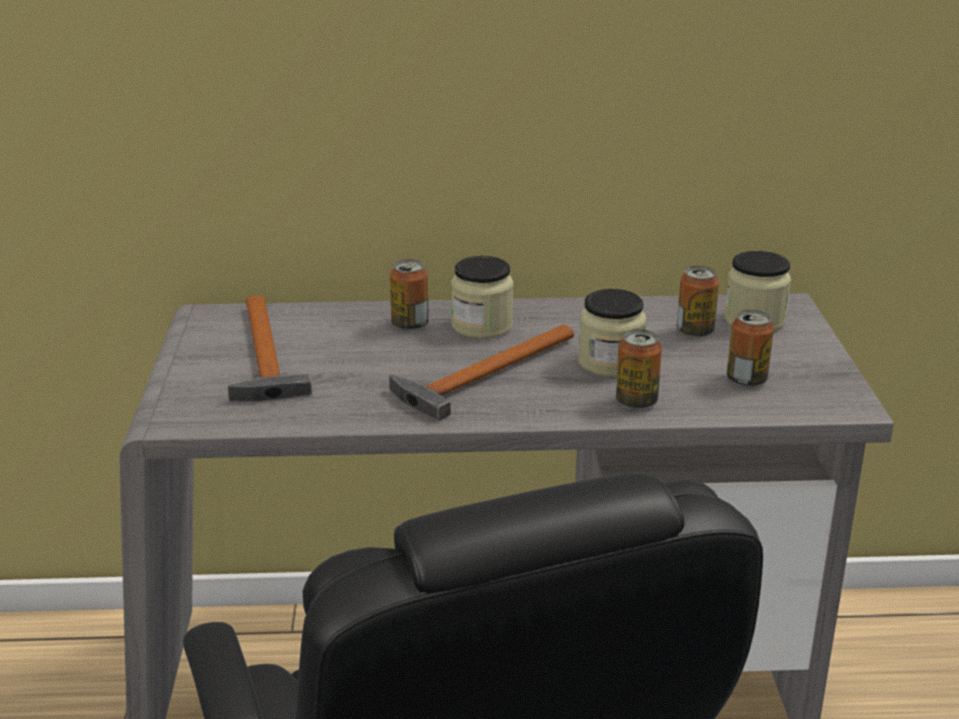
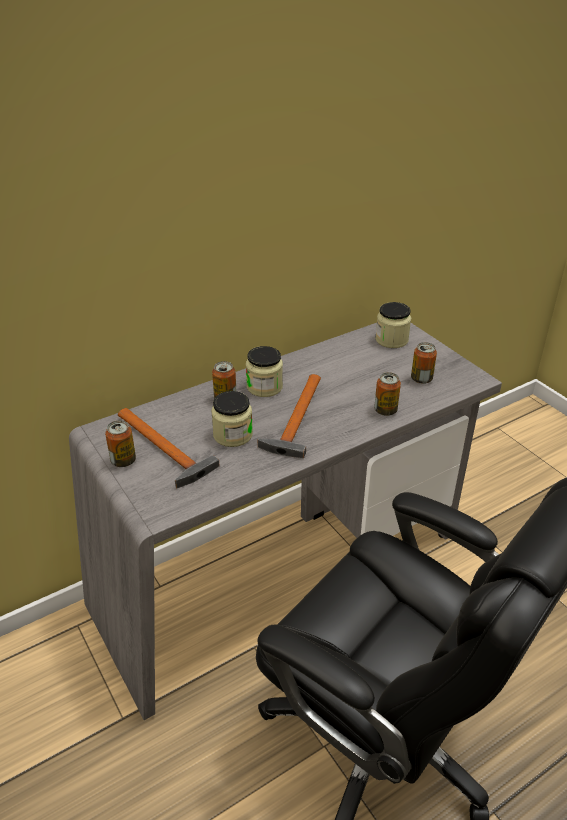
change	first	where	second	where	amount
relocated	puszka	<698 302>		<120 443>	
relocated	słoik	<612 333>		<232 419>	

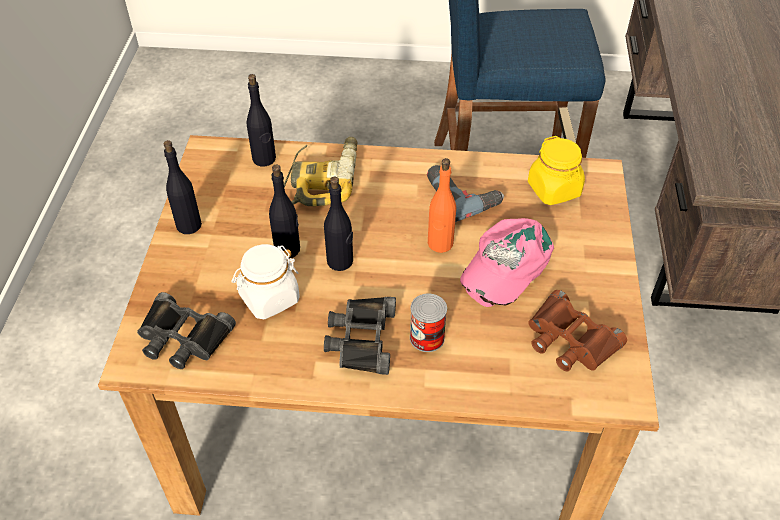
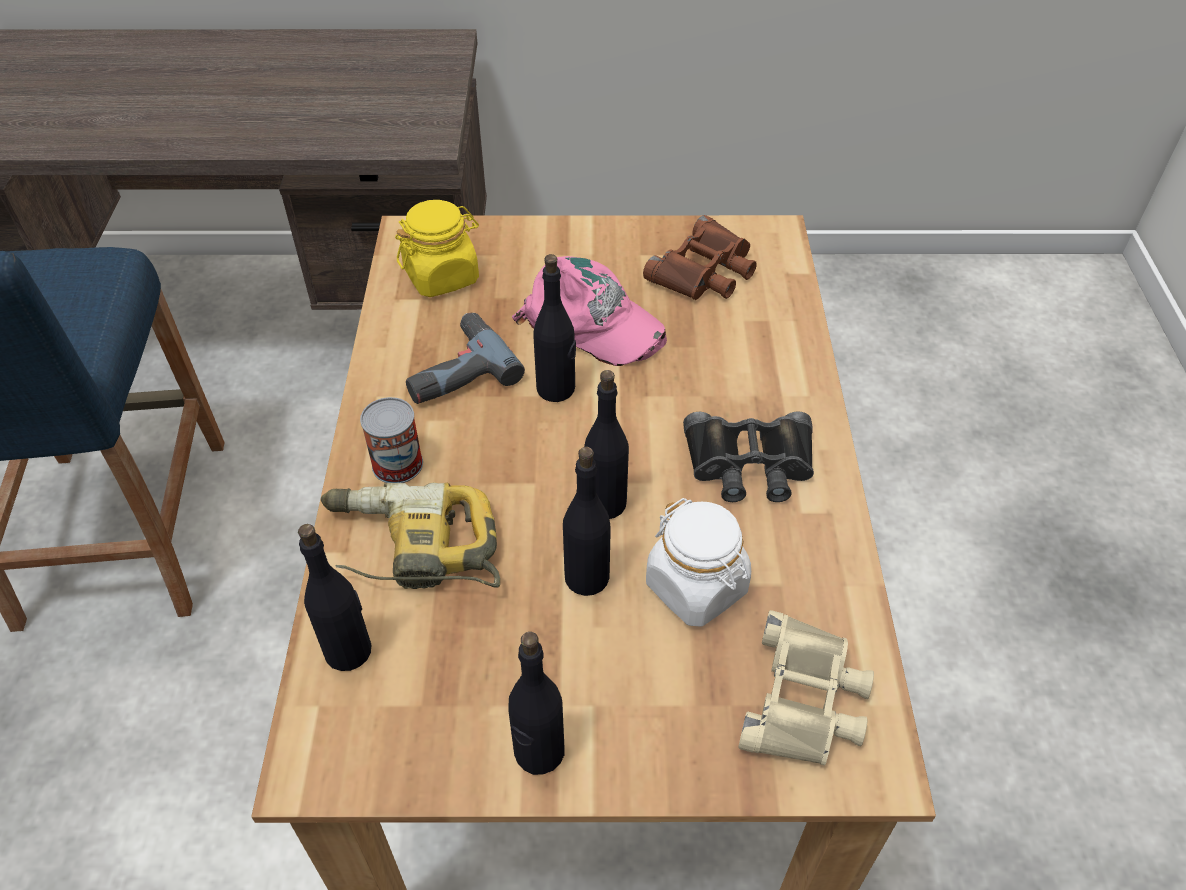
change	first	where	second	where	amount
relocated	puszka	<428 322>		<391 440>	
colour	butelka/pomarańczowy	<442 205>	butelka/czarny	<554 328>	
colour	lornetka/czarny	<186 330>	lornetka/beżowy	<806 688>	

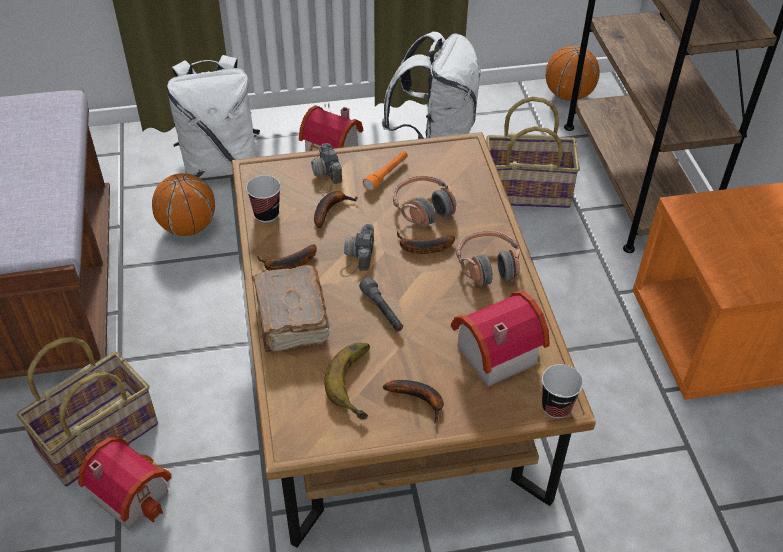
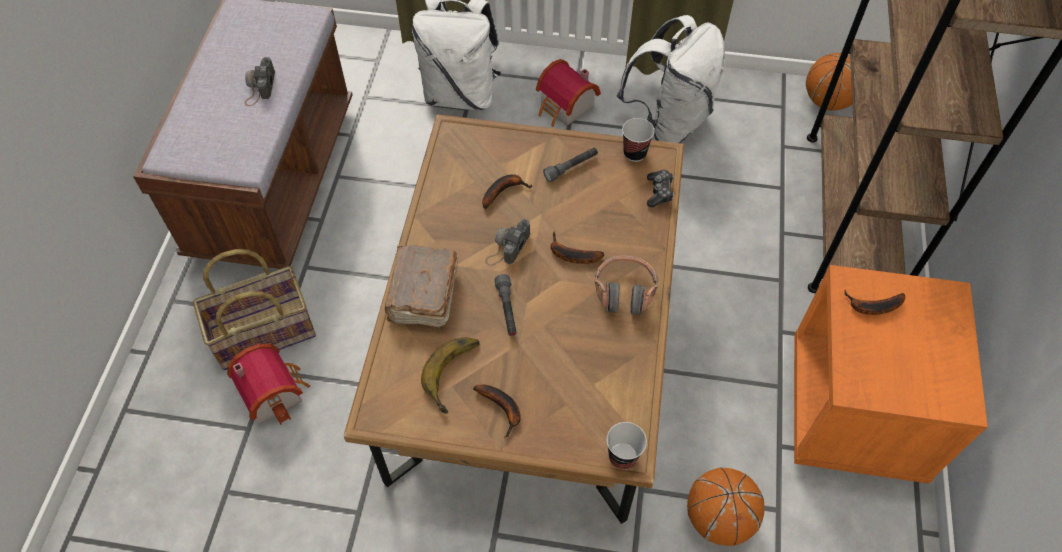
change	first	where	second	where	amount
relocated	aparat fotograficzny	<326 168>		<260 81>	
colour	latarka/pomarańczowy	<385 171>	latarka/szary	<570 164>	
relocated	filiżanka	<263 199>		<638 140>	
appeared			pad do gier	<660 188>	
relocated	piłka do koszykówki	<183 204>		<725 507>	
relocated	banan	<287 257>		<874 302>	
missing	słuchawki	<424 201>			
missing	domek	<500 339>			
missing	koszyk	<533 152>			

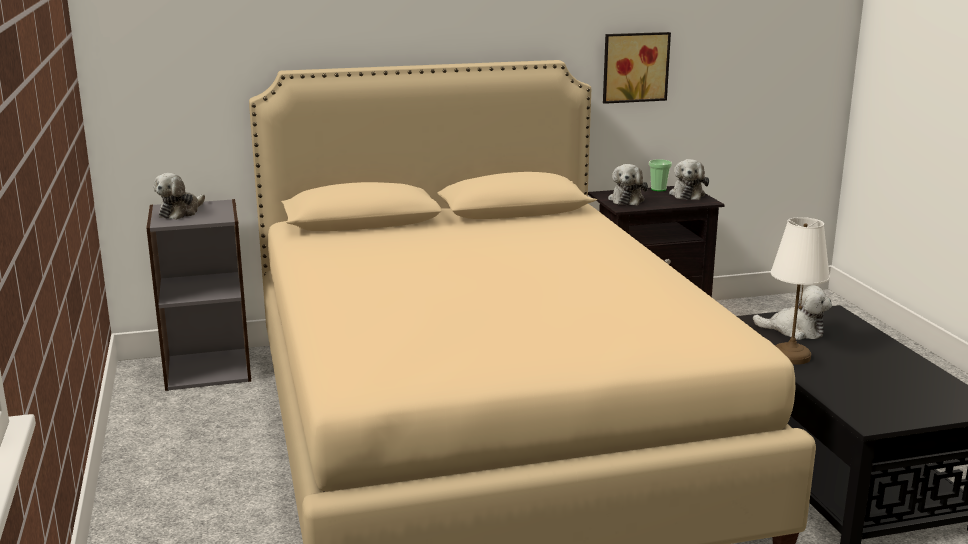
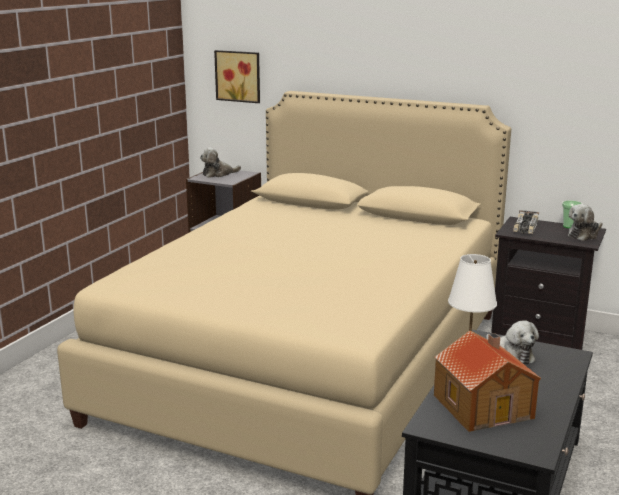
change	first	where	second	where	amount
relocated	obraz	<637 68>		<237 76>	
appeared			domek	<487 381>	
exchanged	pluszak	<628 184>	samochodzik	<526 222>	

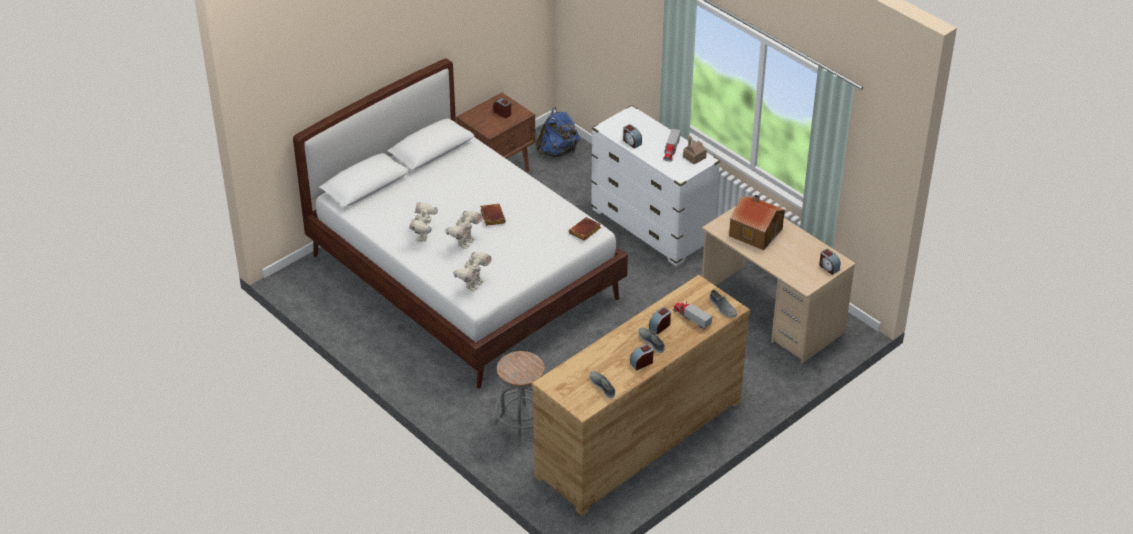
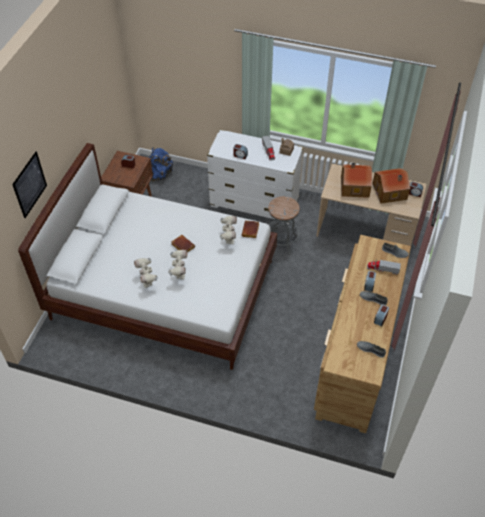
change	first	where	second	where	amount
appeared			obraz	<29 185>	
relocated	robot zabawkowy	<472 272>		<228 230>	
relocated	stołek/szary	<519 398>		<284 225>	
appeared			domek	<392 186>	

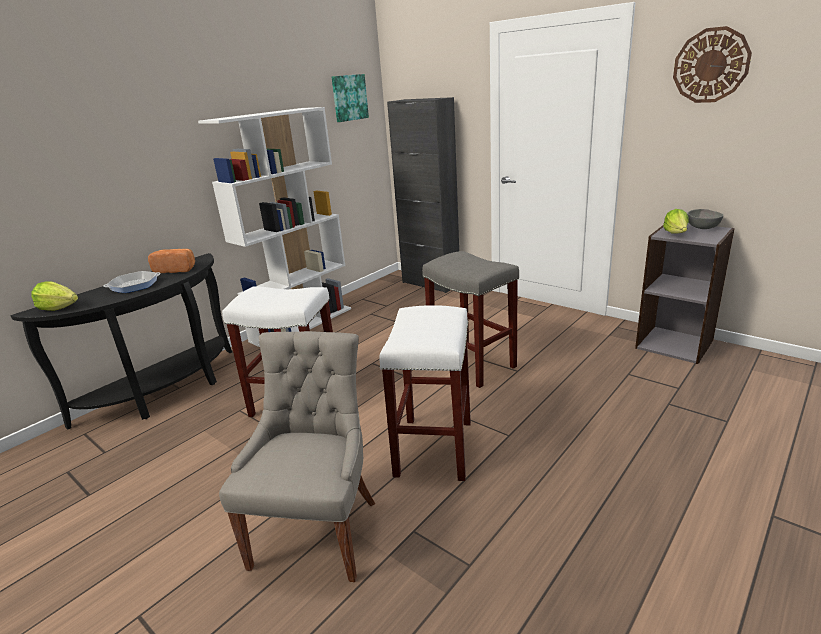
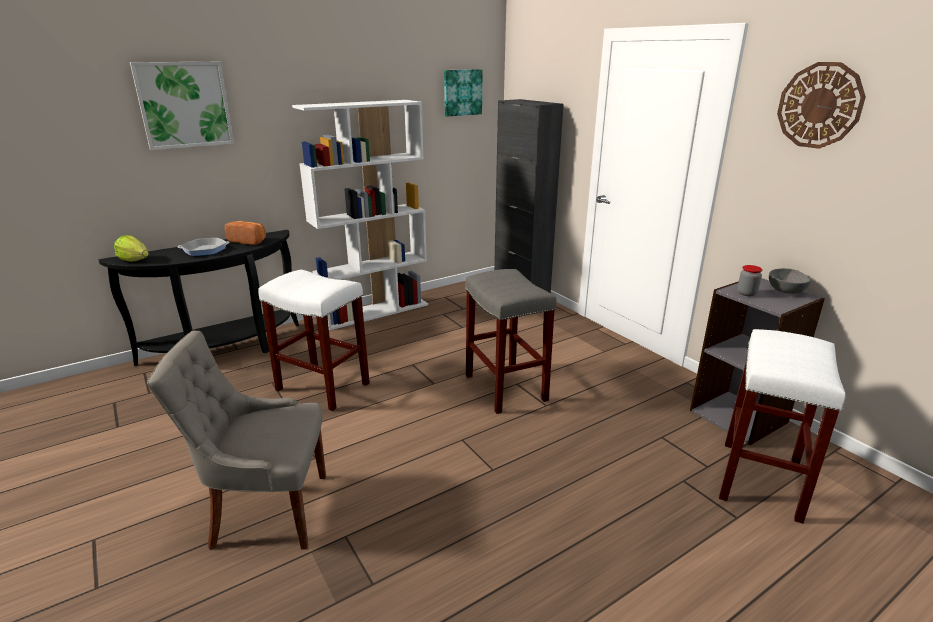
change	first	where	second	where	amount
appeared			obraz	<182 106>	
spun	krzesło/szary	<297 456>		<236 440>	120 degrees counterclockwise
relocated	stołek/biały	<425 393>		<782 426>	
exchanged	sałata	<676 221>	słoik	<749 280>	

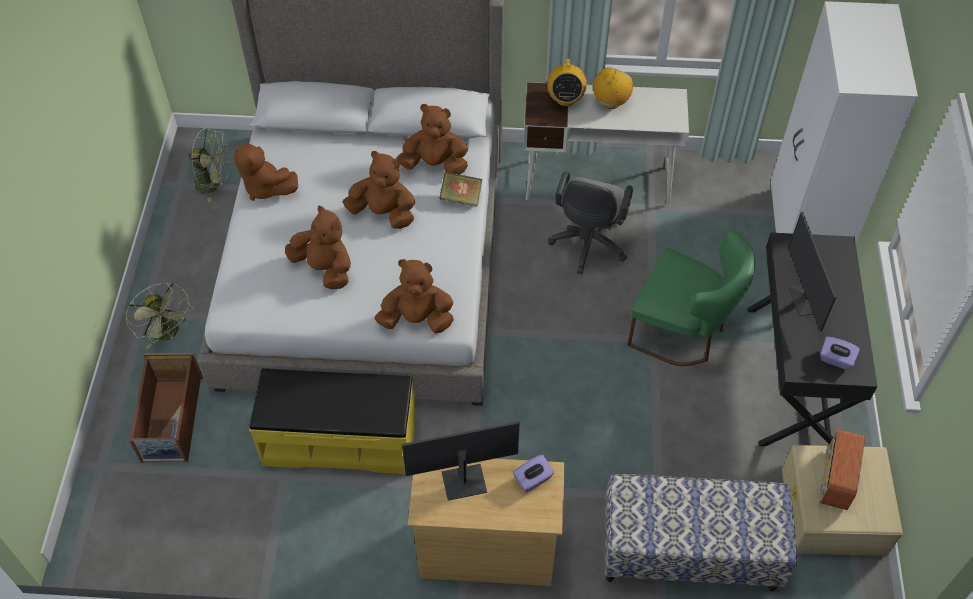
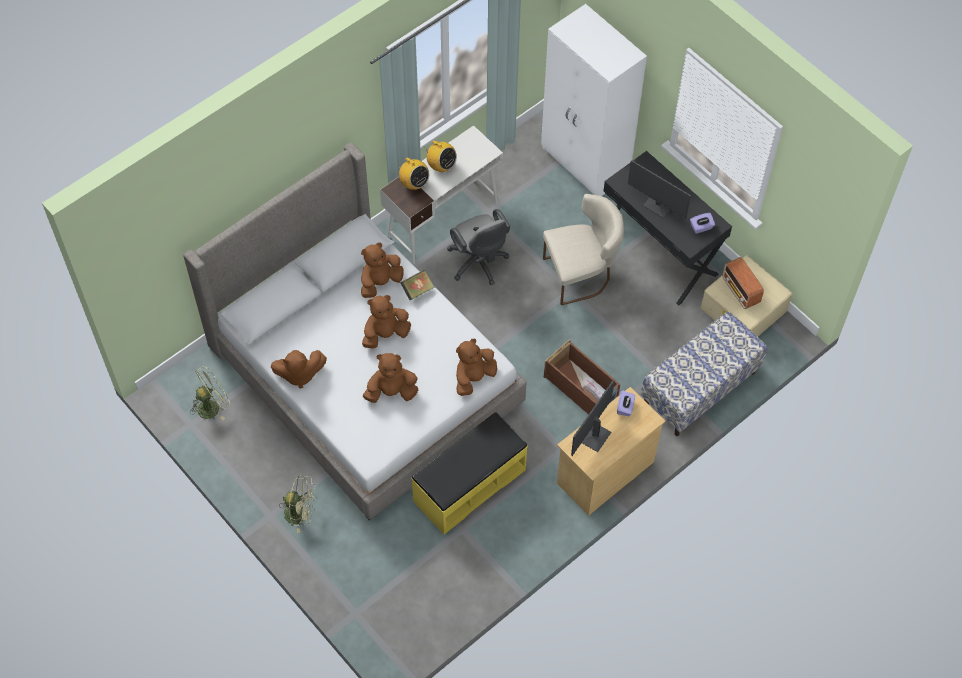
change	first	where	second	where	amount
spun	radio	<613 88>		<441 156>	150 degrees clockwise
colour	krzesło/zielony	<691 297>	krzesło/beżowy	<583 249>	
relocated	pojemnik do przechowywania/brązowy	<166 408>		<582 376>	

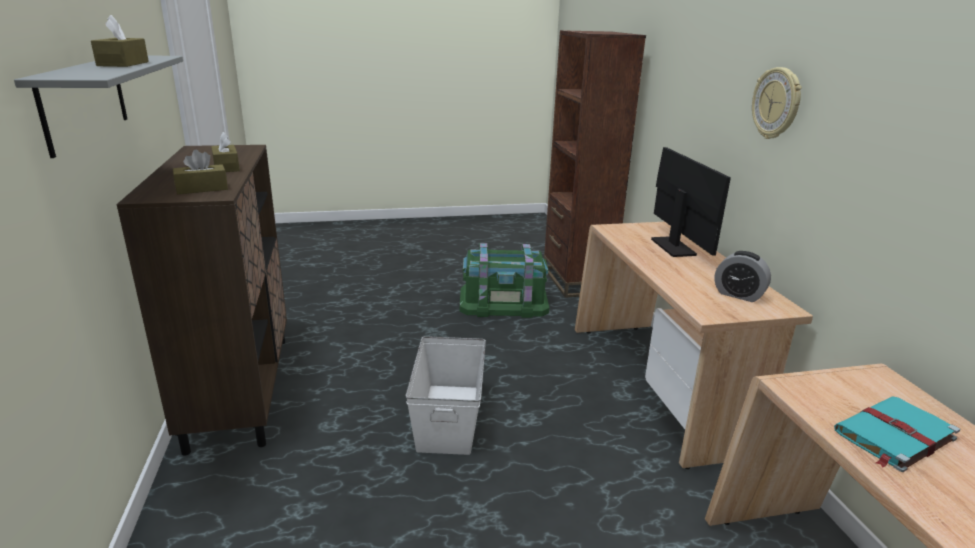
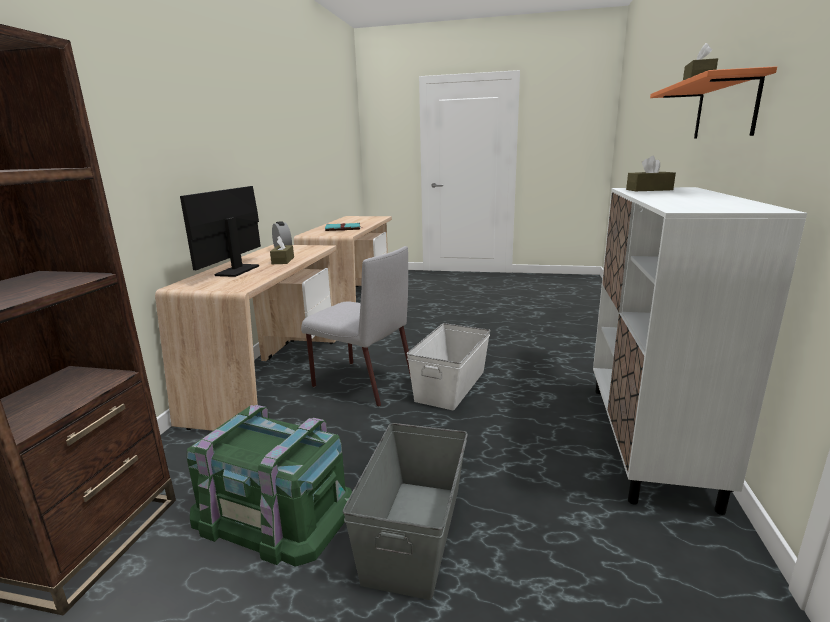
change	first	where	second	where	amount
relocated	pudełko chusteczek/brązowy	<225 152>		<282 250>	
appeared			krzesło/szary	<356 326>	
appeared			pojemnik do przechowywania/szary	<405 511>	
colour	szafka/brązowy	<202 300>	szafka/biały	<700 351>	
colour	półka/szary	<98 106>	półka/pomarańczowy	<713 102>	
missing	zegar ścienny	<777 103>			

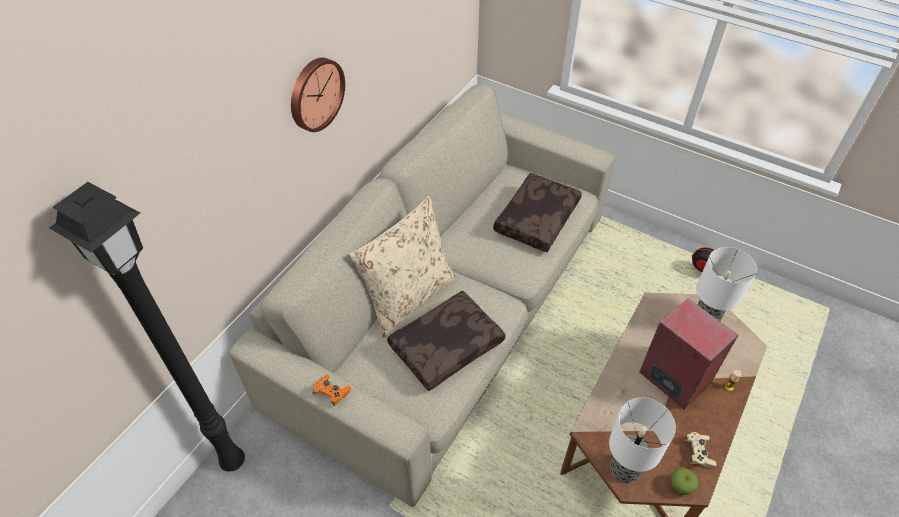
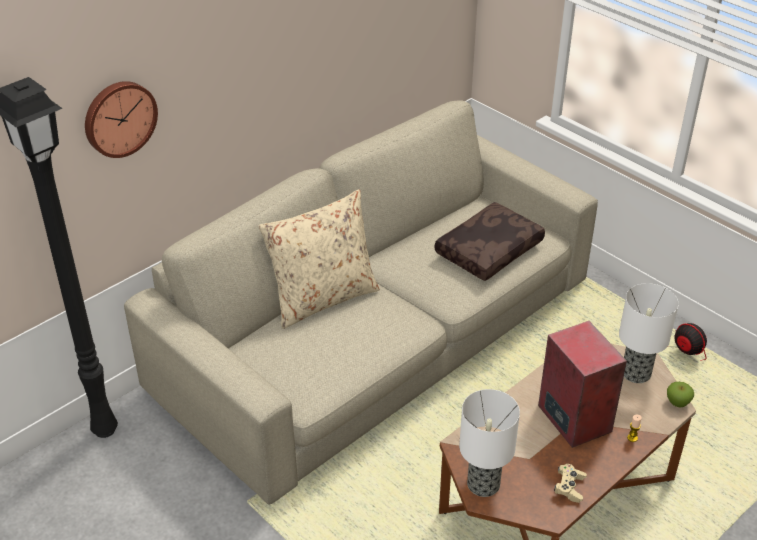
change	first	where	second	where	amount
relocated	zegar ścienny	<318 95>		<121 119>	
relocated	jabłko	<684 481>		<680 394>	
missing	pad do gier/pomarańczowy	<332 390>			
missing	poduszka/brązowy	<446 341>			

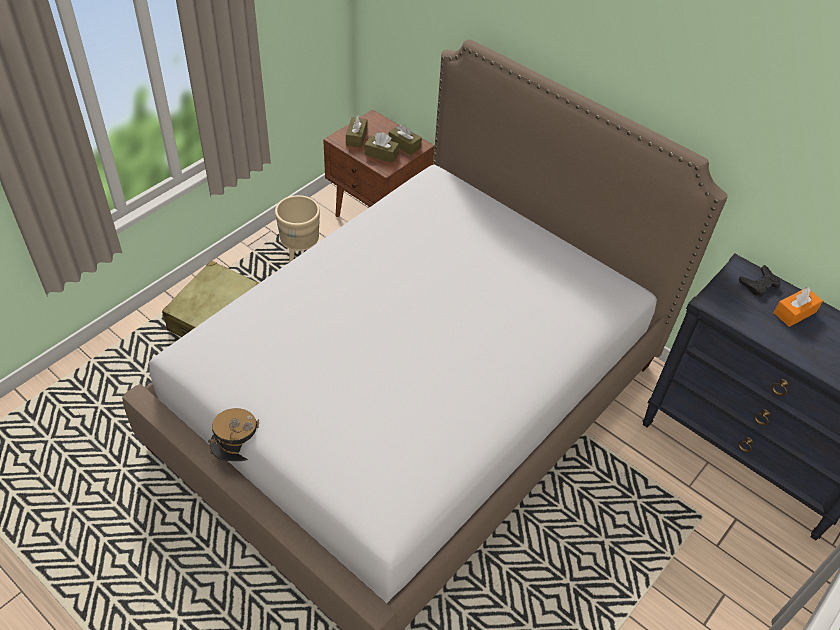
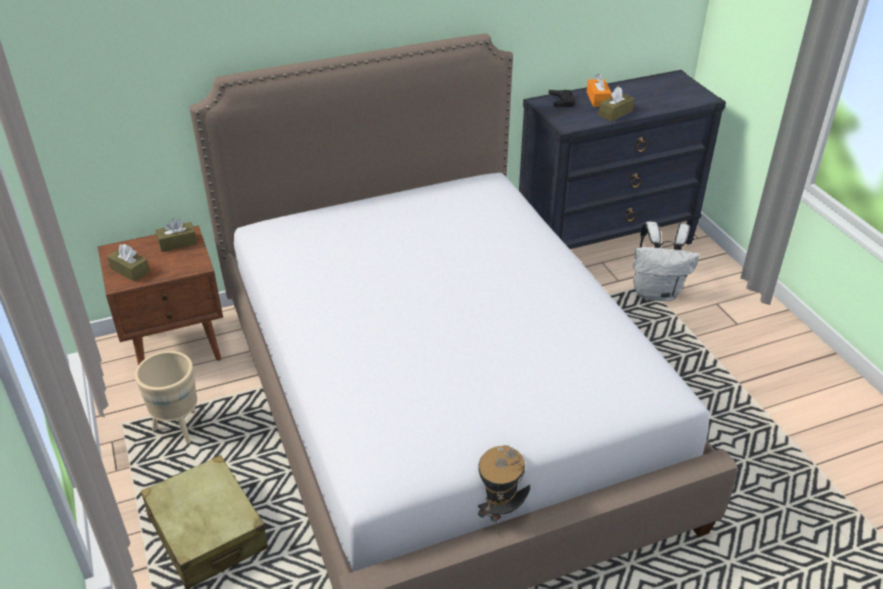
change	first	where	second	where	amount
relocated	pudełko chusteczek/brązowy	<381 147>		<616 104>	
appeared			plecak/biały	<666 261>	

